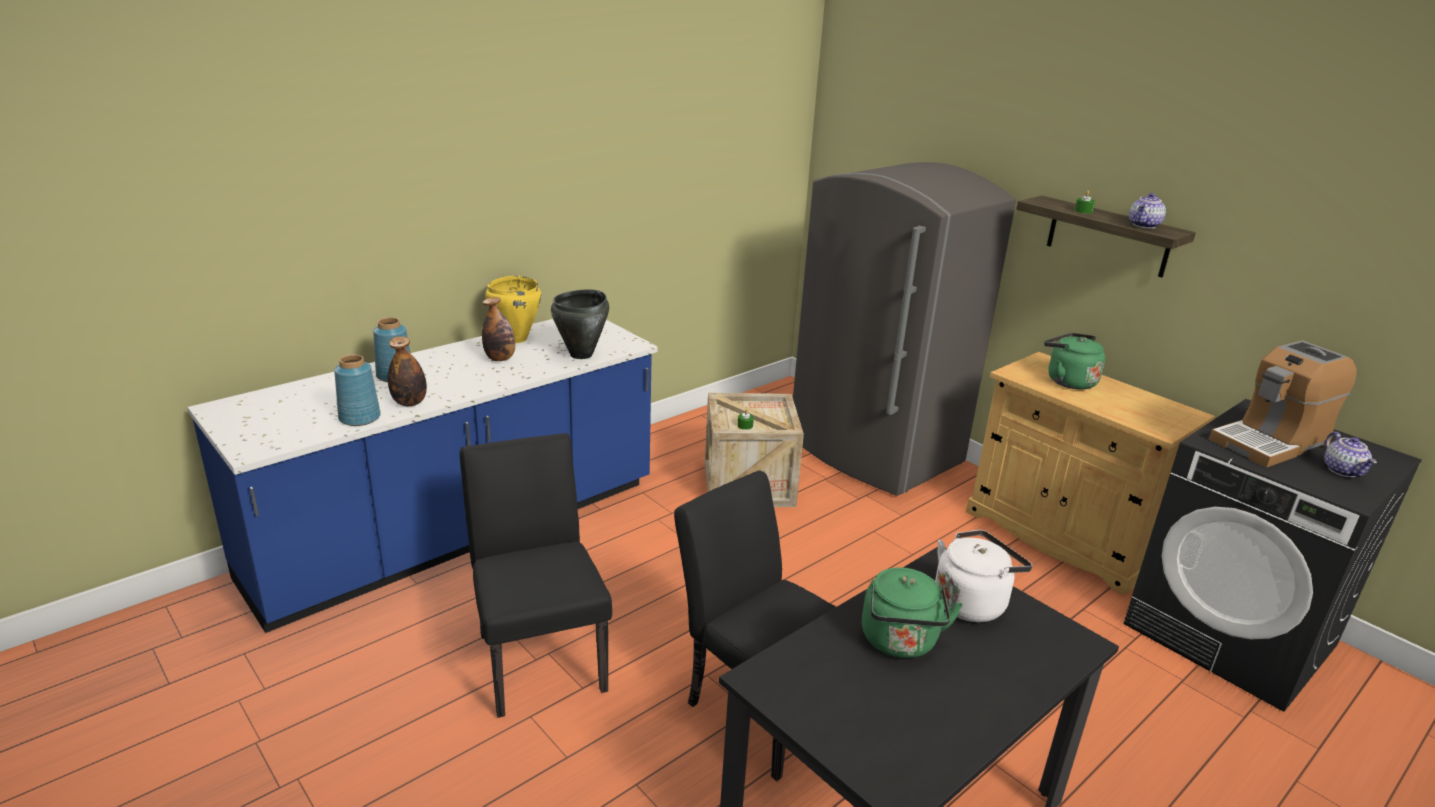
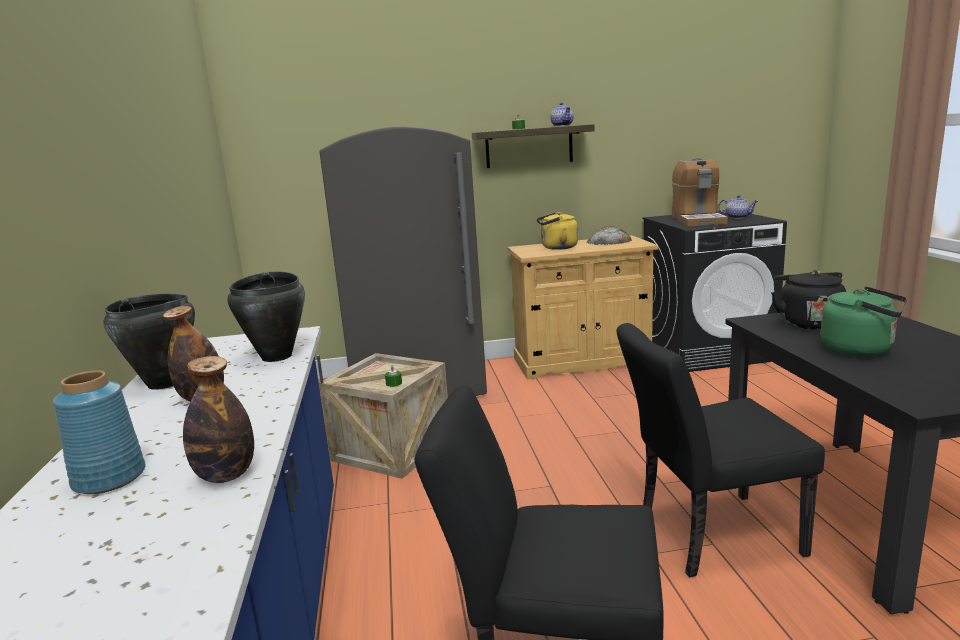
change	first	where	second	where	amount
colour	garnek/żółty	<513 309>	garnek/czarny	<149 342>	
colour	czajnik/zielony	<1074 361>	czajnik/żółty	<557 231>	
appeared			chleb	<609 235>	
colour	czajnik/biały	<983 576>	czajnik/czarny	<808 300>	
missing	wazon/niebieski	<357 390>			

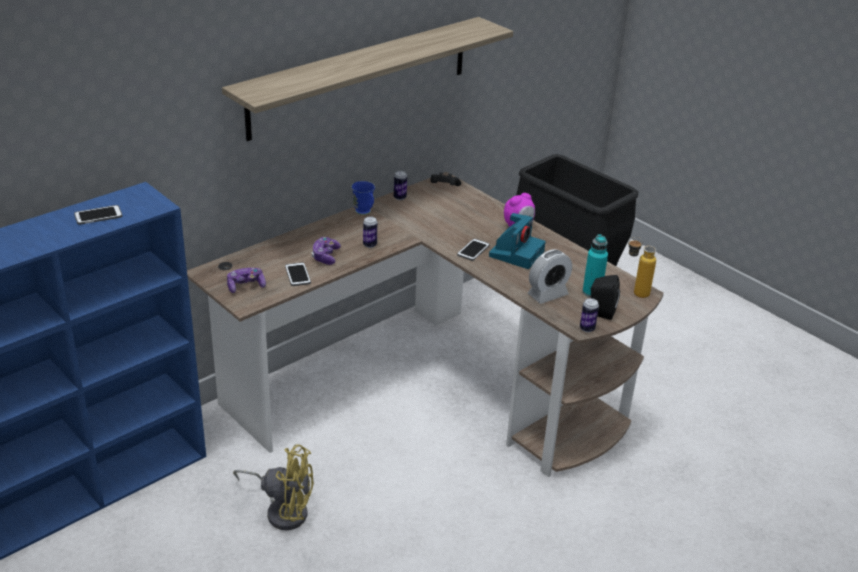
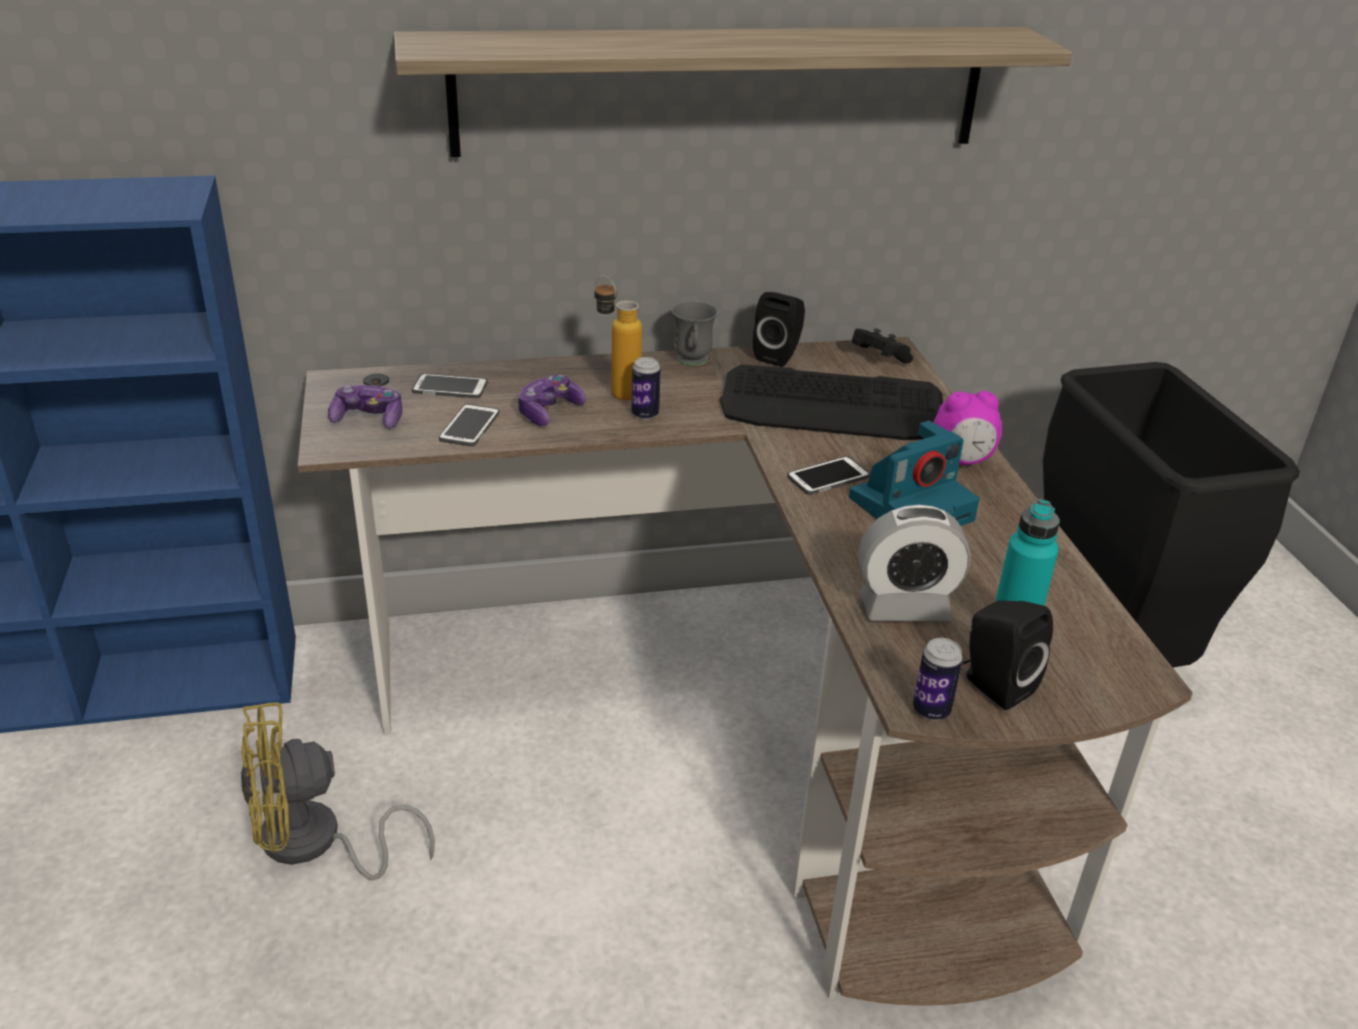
change	first	where	second	where	amount
spun	wentylator/żółty	<273 487>		<338 791>	120 degrees clockwise
relocated	telefon	<98 215>		<449 385>	
relocated	butelka	<642 267>		<618 338>	
colour	kubek/niebieski	<363 198>	kubek/szary	<694 333>	
appeared			klawiatura	<831 402>	
exchanged	puszka	<400 185>	głośnik/czarny	<779 329>	

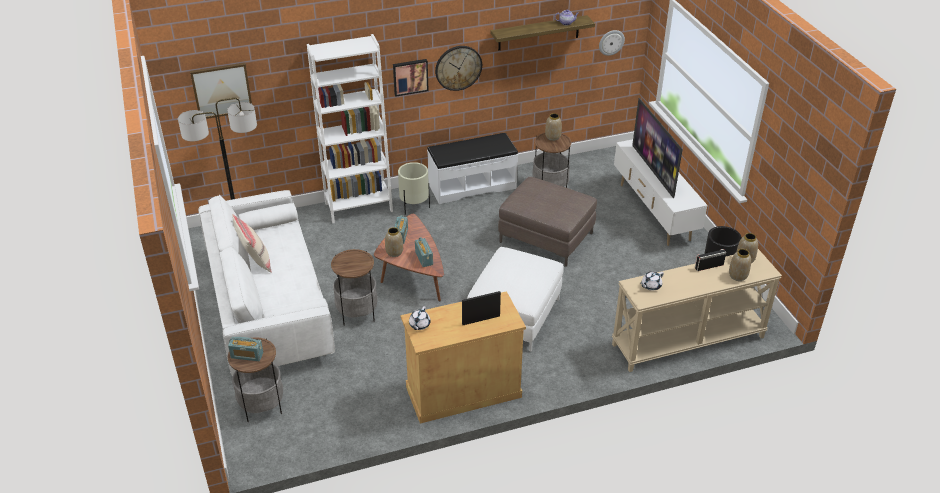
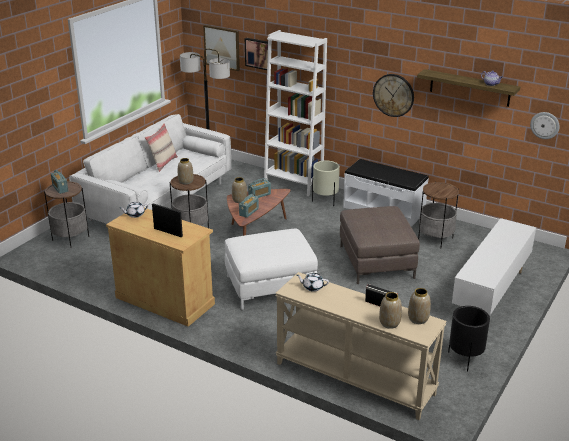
change	first	where	second	where	amount
relocated	wazon	<553 127>		<186 171>	
relocated	obraz	<411 78>		<256 54>	
missing	telewizor	<657 148>			

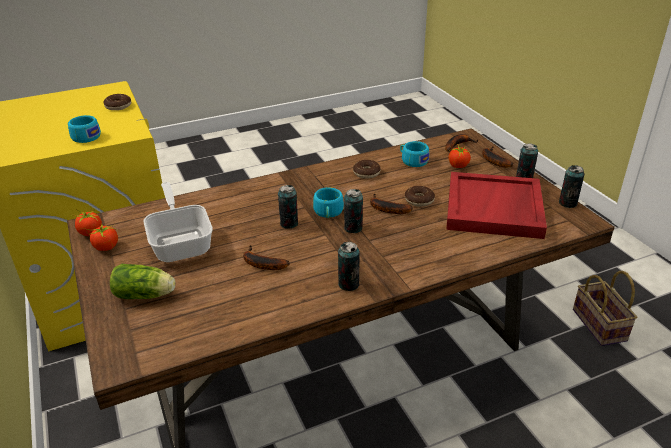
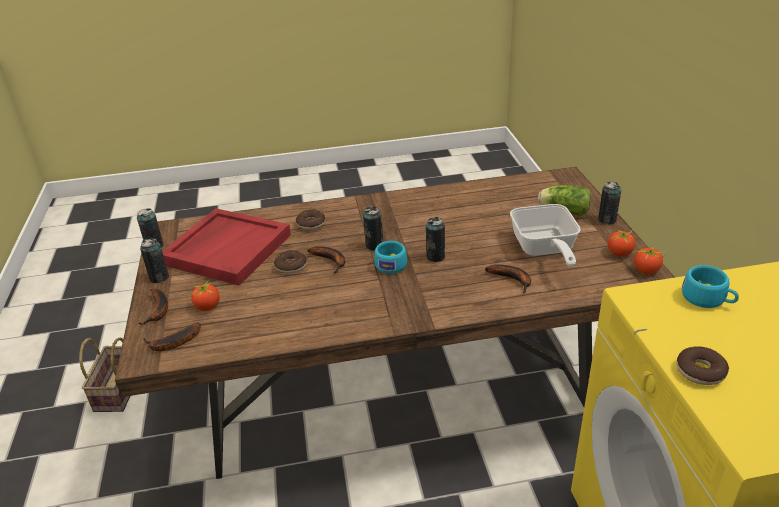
change	first	where	second	where	amount
relocated	donut	<367 169>		<311 219>	
relocated	banan	<266 257>		<508 278>	
relocated	puszka	<348 266>		<609 203>	
missing	filiżanka/turkusowy	<414 154>			

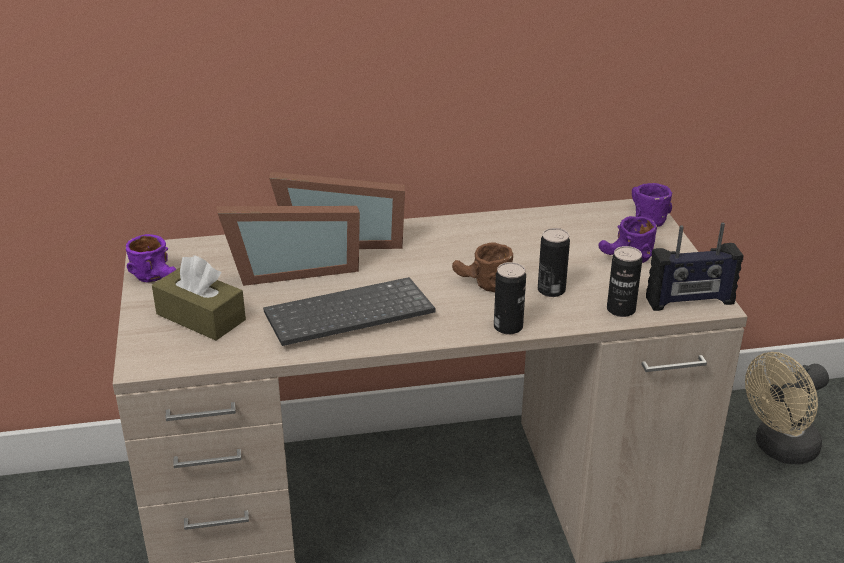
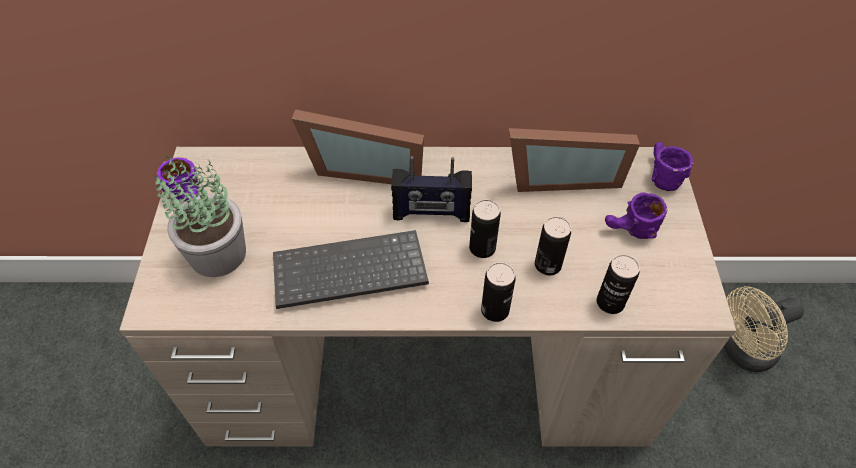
change	first	where	second	where	amount
exchanged	pudełko chusteczek/brązowy	<199 298>	roślina doniczkowa	<199 216>	
relocated	radio	<694 266>		<431 189>	
exchanged	kubek/brązowy	<482 267>	puszka	<485 228>	
relocated	ramka na zdjęcie	<288 246>		<574 160>	

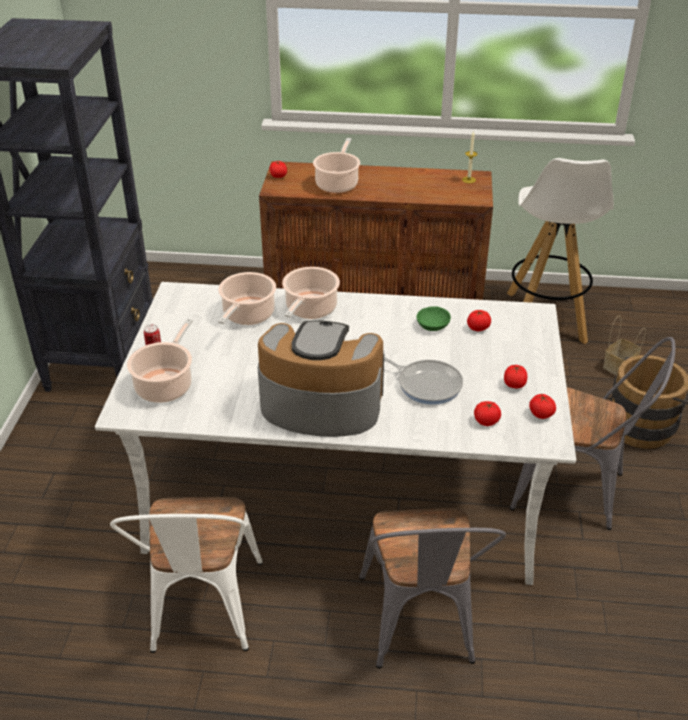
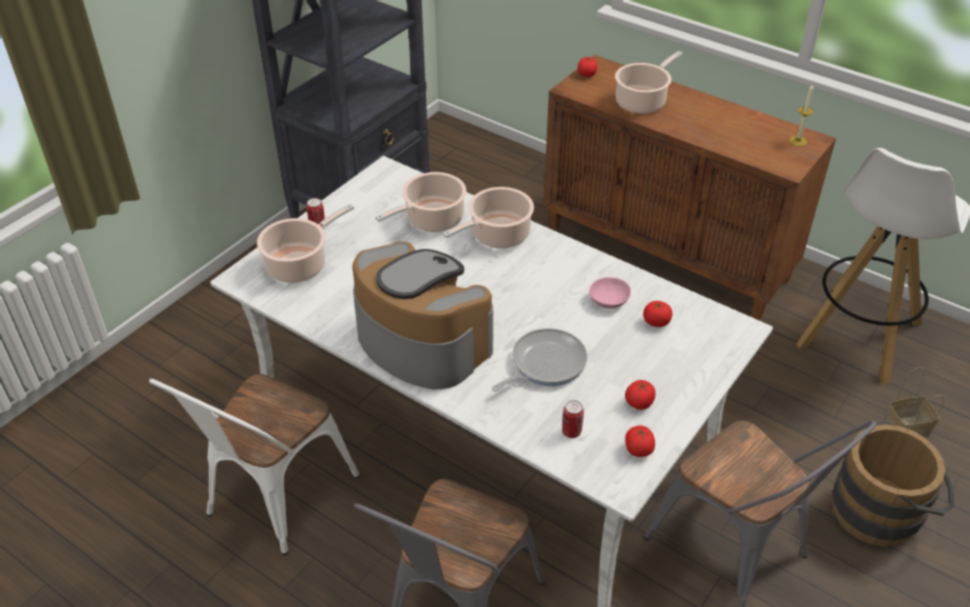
change	first	where	second	where	amount
spun	patelnia	<423 381>		<539 360>	105 degrees counterclockwise
exchanged	pomidor	<487 413>	puszka	<573 419>	
colour	miska/zielony	<433 318>	miska/różowy	<610 292>	

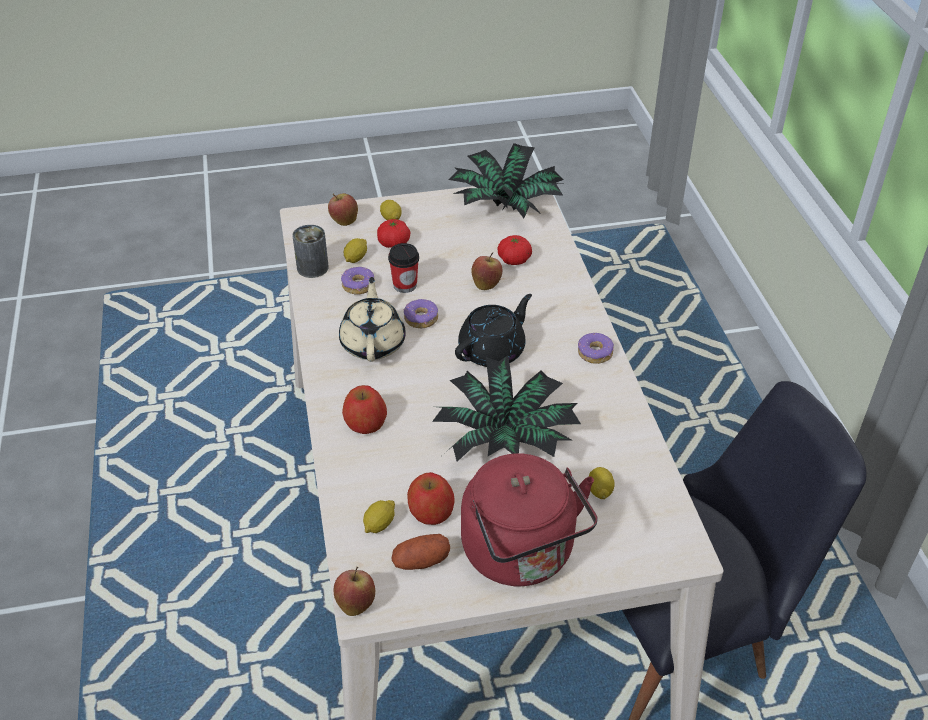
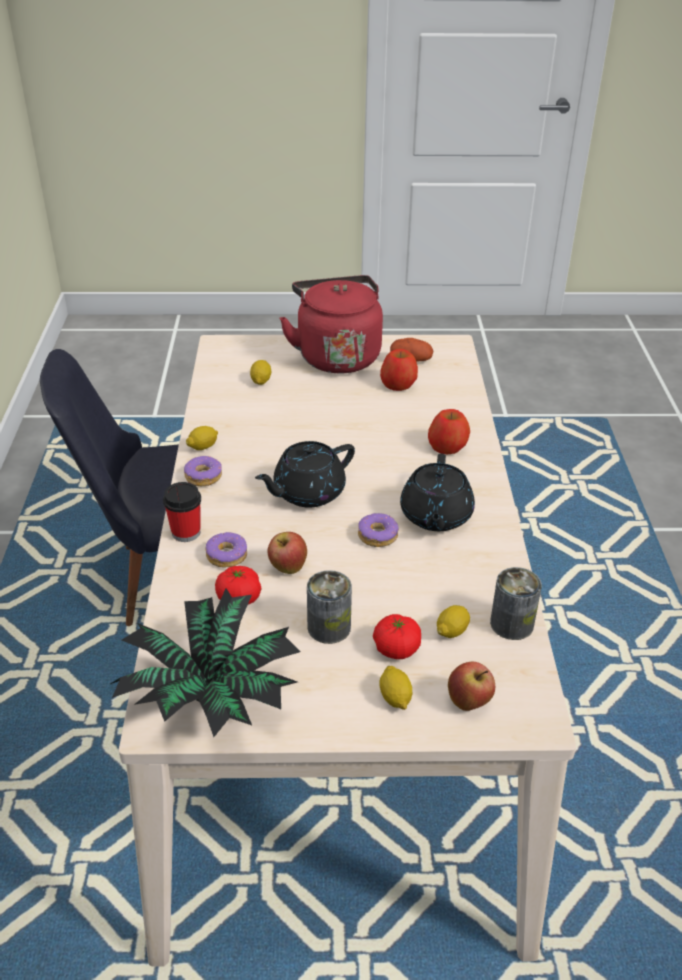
change	first	where	second	where	amount
relocated	filiżanka	<403 268>		<182 512>	
relocated	cytryna	<379 516>		<202 438>	
relocated	donut	<358 281>		<226 549>	
appeared			puszka	<329 607>	
colour	imbryk/beżowy	<372 319>	imbryk/czarny	<437 492>	
missing	jabłko	<354 591>			
missing	roślina doniczkowa	<506 409>			

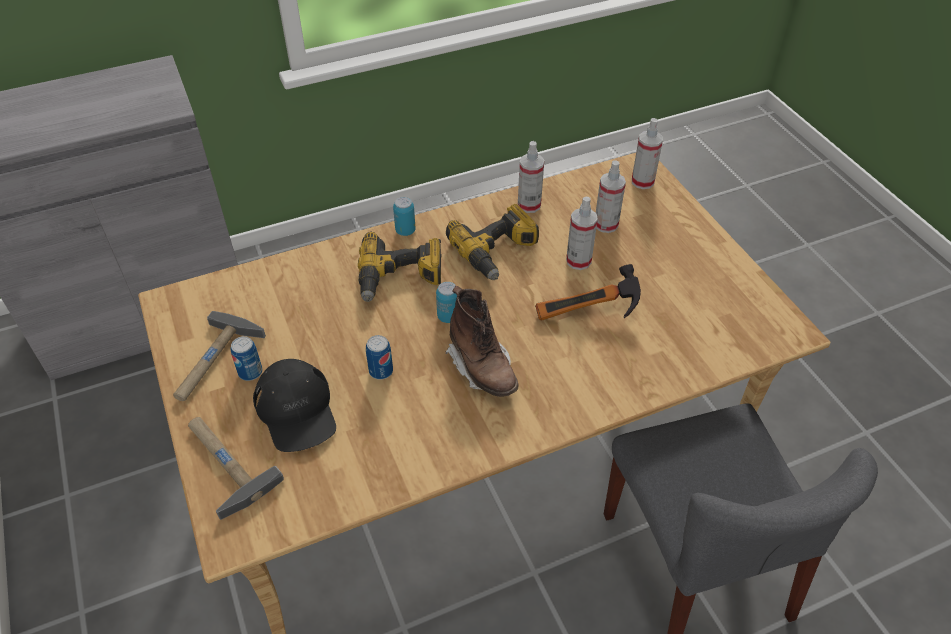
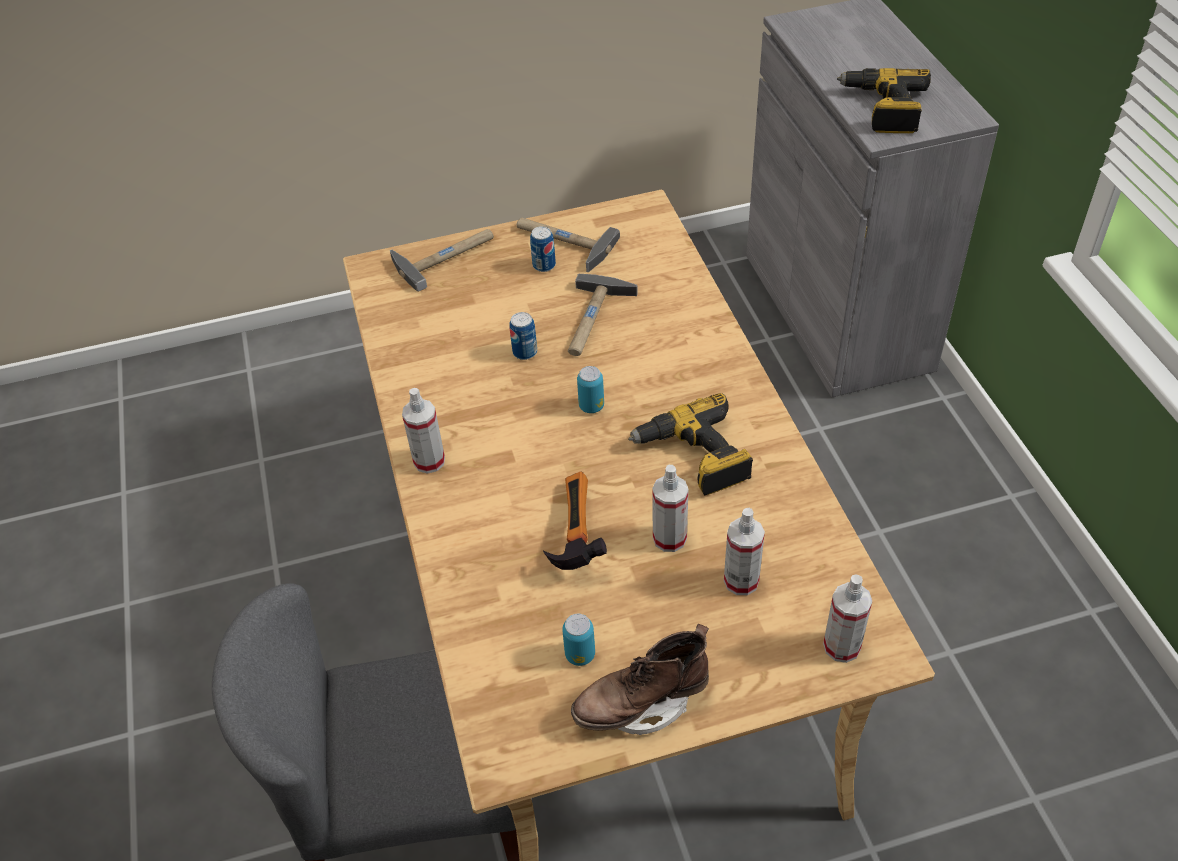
change	first	where	second	where	amount
relocated	spryskiwacz	<531 177>		<423 431>	
relocated	puszka	<404 216>		<578 640>	
appeared			młotek	<603 315>	
relocated	but z cholewką/brązowy	<482 341>		<640 679>	
relocated	wiertarka	<400 267>		<884 100>	
missing	czapka z daszkiem/czarny	<294 405>			

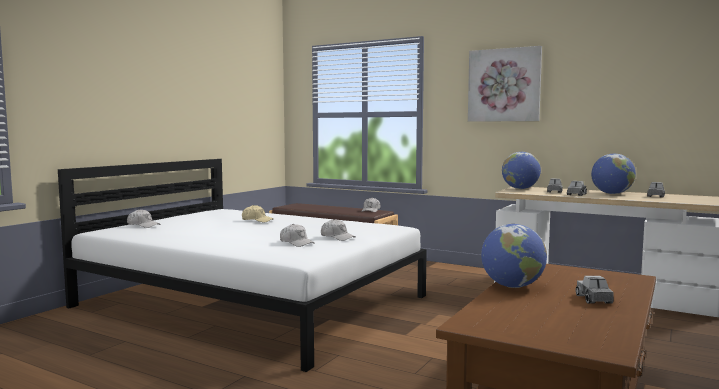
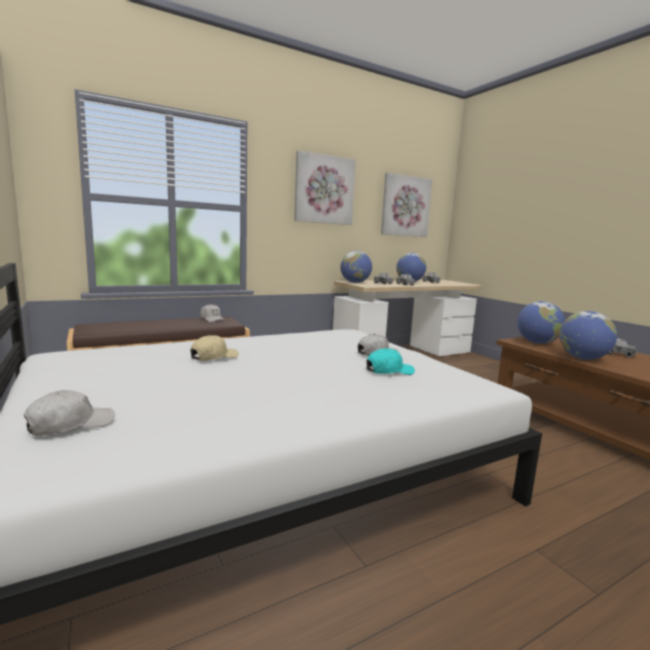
change	first	where	second	where	amount
colour	czapka z daszkiem/biały	<297 235>	czapka z daszkiem/turkusowy	<390 361>	
appeared			obraz	<407 205>	
appeared			globus	<541 322>	

